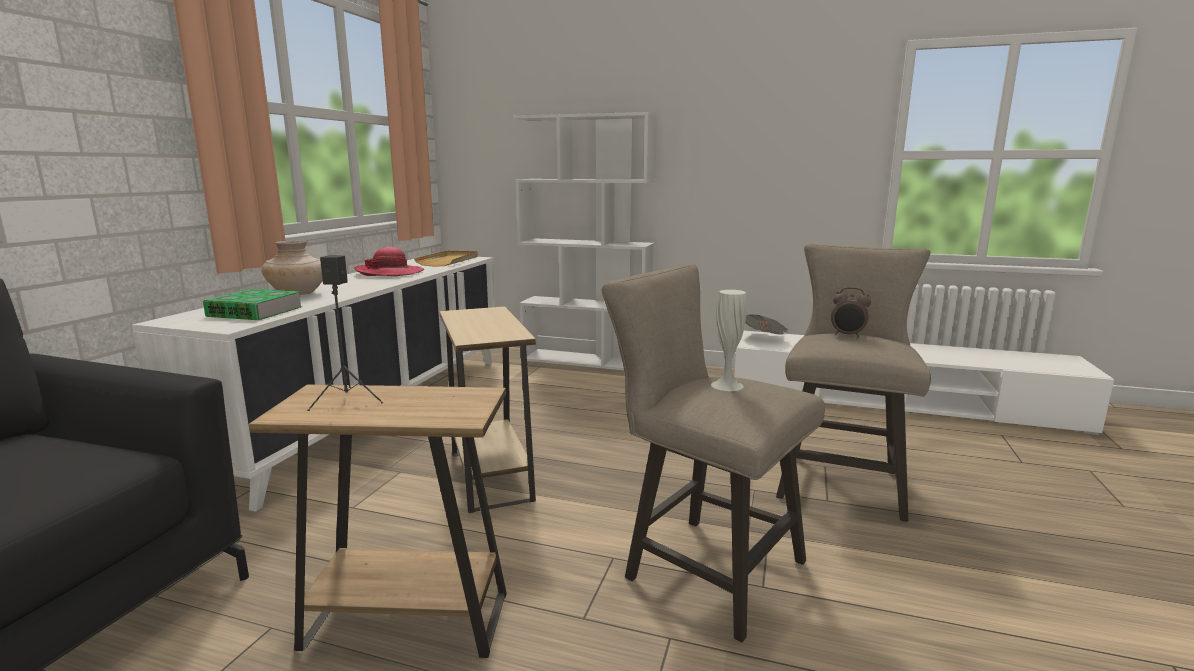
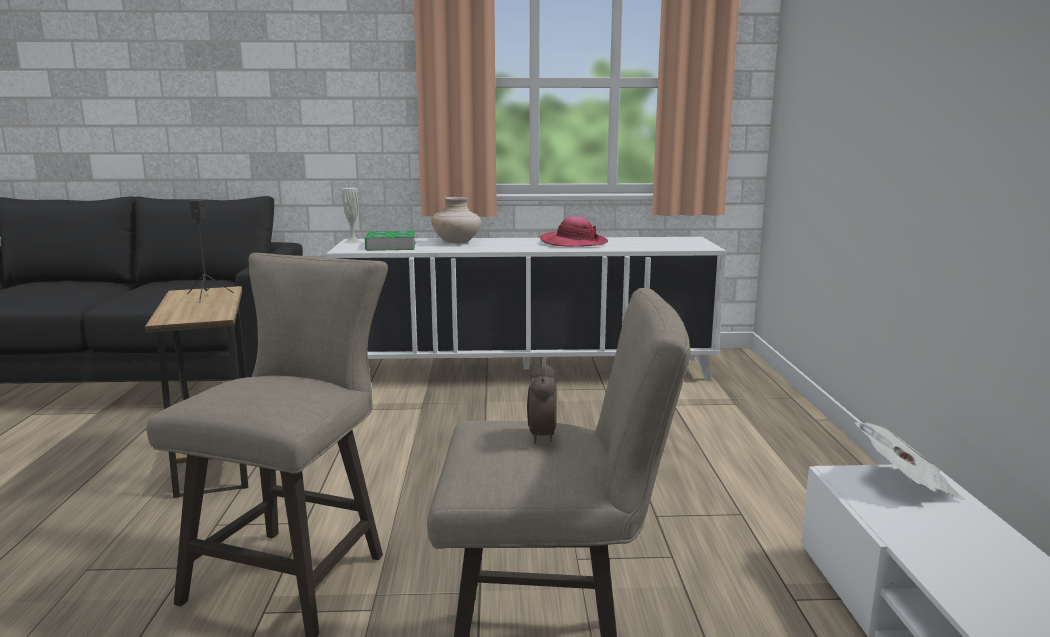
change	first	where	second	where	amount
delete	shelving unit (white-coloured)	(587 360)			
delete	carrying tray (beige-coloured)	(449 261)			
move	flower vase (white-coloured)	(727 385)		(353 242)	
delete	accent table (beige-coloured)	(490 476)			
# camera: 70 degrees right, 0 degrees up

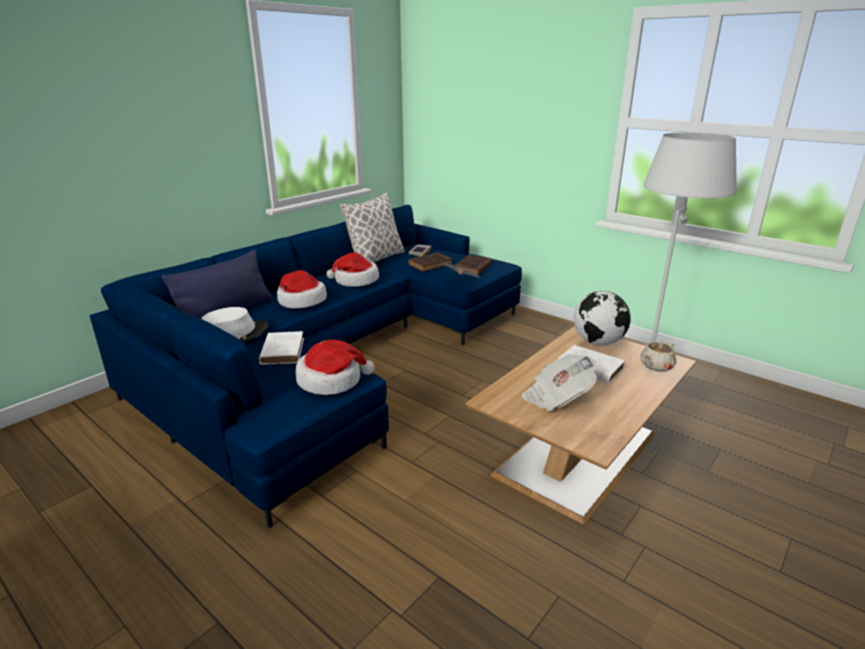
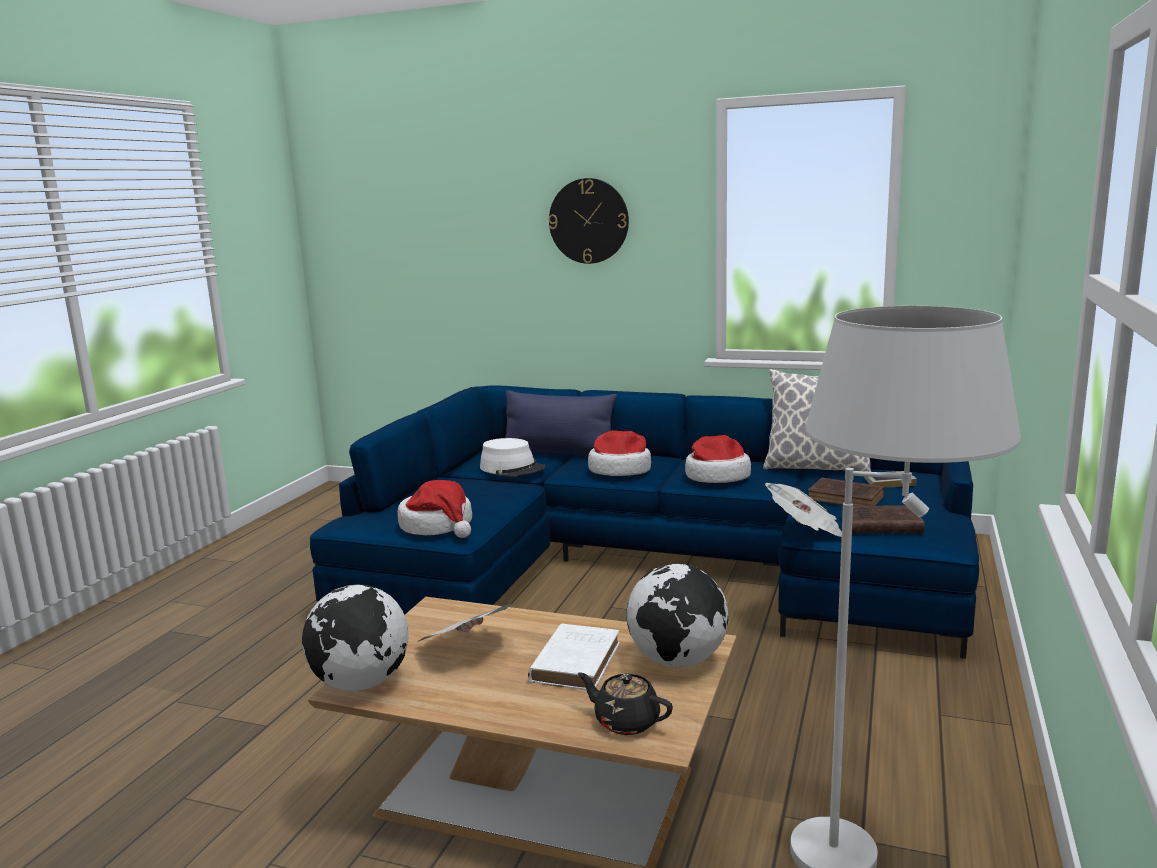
change	first	where	second	where	amount
delete	bound book (white-coloured)	(283 350)			
recolor	teapot (beige-coloured)	(656 366)	teapot (black)	(625 721)	
insert			wall clock	(588 221)	
insert			world globe	(361 684)	
# camera: 70 degrees right, 10 degrees down

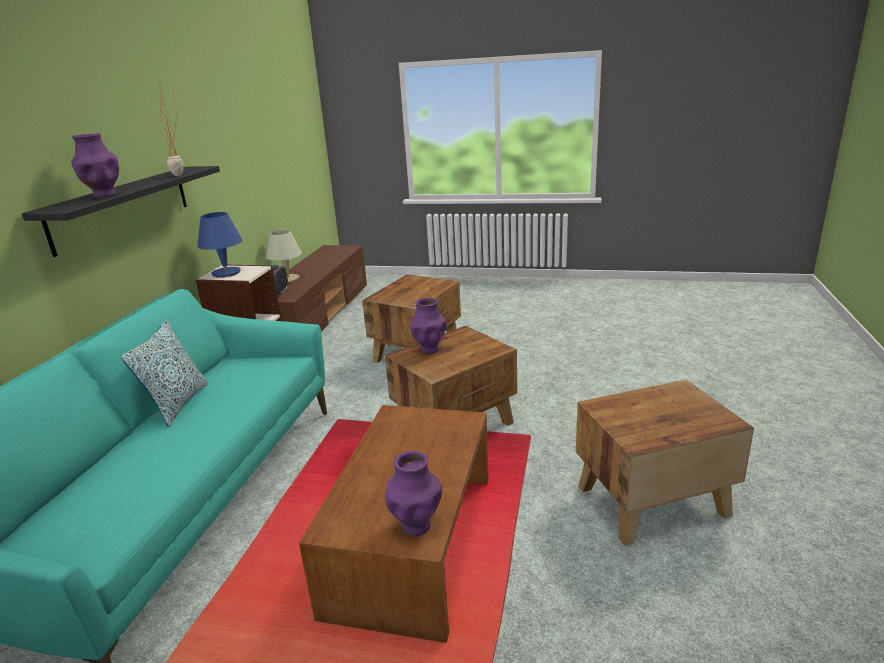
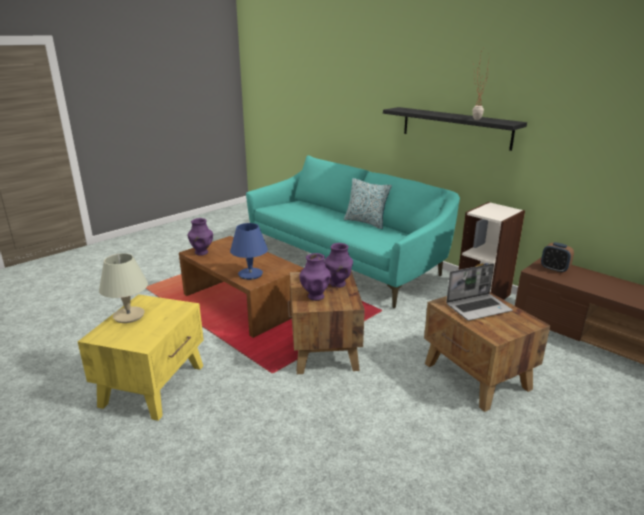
change	first	where	second	where	amount
move	flower vase (purple-coloured)	(104 195)		(315 296)	
move	tabletop lamp (blue-coloured)	(226 273)		(251 274)	
move	tabletop lamp (beige-coloured)	(288 279)		(128 315)	
recolor	accent table (brown)	(650 500)	accent table (yellowish)	(154 384)	
insert			portable computer	(478 308)	
# camera: 120 degrees right, 0 degrees up

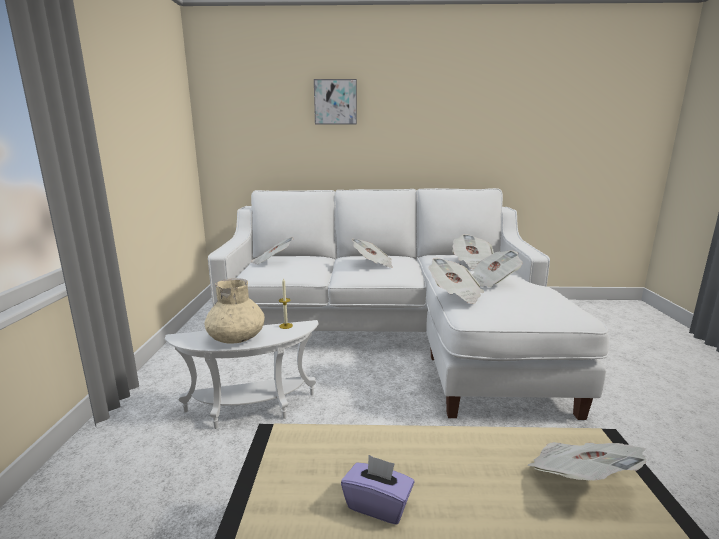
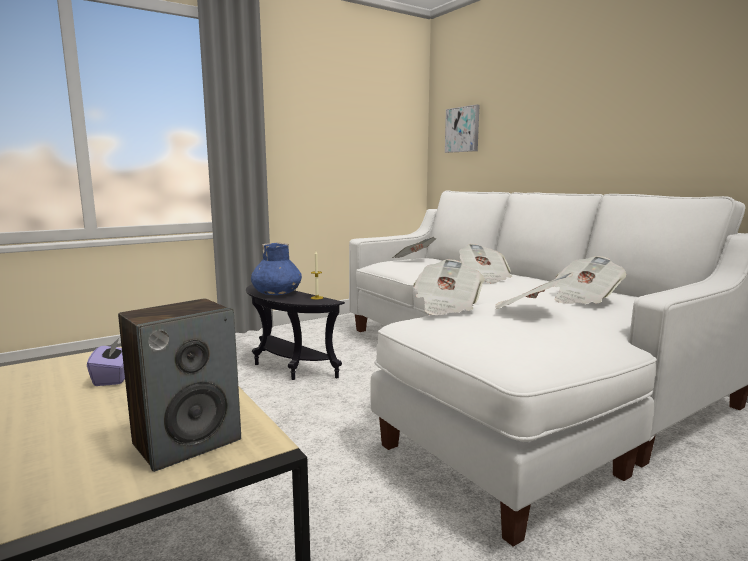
change	first	where	second	where	amount
move	wall picture	(335 102)		(463 129)	
recolor	flower vase (beige-coloured)	(237 338)	flower vase (blue-coloured)	(277 293)	
recolor	accent table (white-coloured)	(251 411)	accent table (black)	(287 367)	
replace	printed paper	(578 479)	loudspeaker	(187 442)	
# camera: 55 degrees right, 5 degrees down

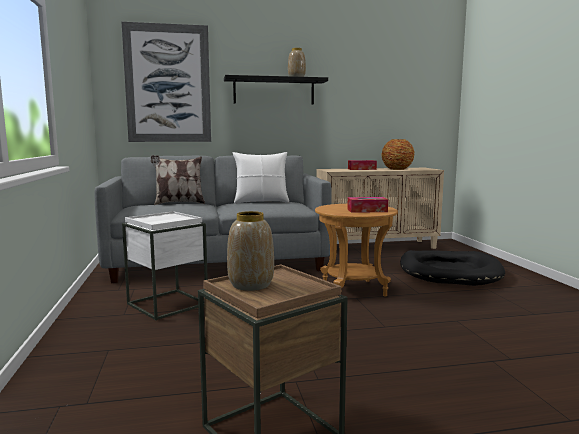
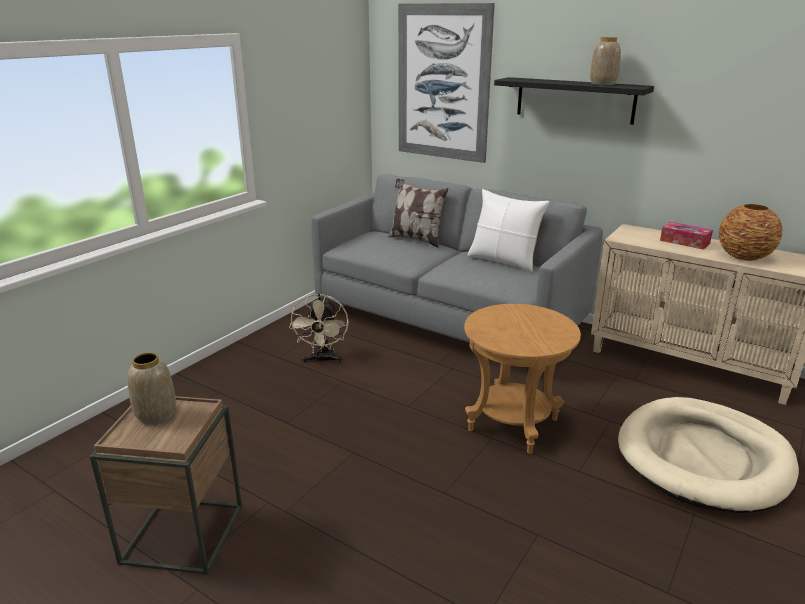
change	first	where	second	where	amount
delete	tissue holder	(367 210)			
replace	accent table (white-coloured)	(167 304)	cooling fan (beige-coloured)	(322 360)	
recolor	dog bed (black)	(449 272)	dog bed (beige-coloured)	(703 458)	
# camera: 45 degrees right, 15 degrees up

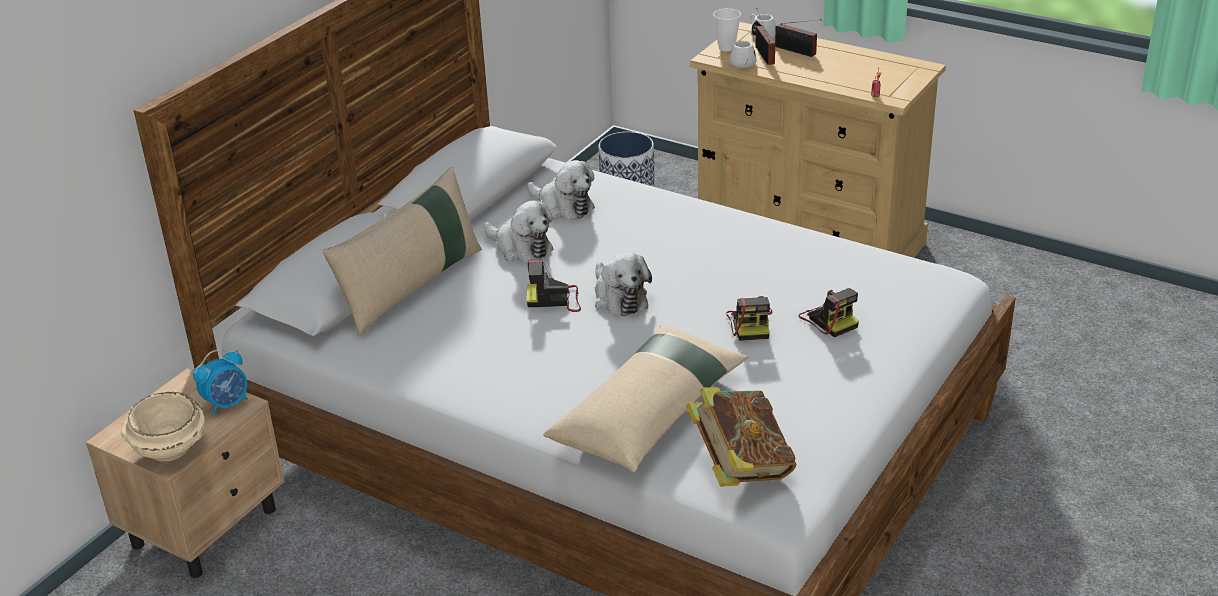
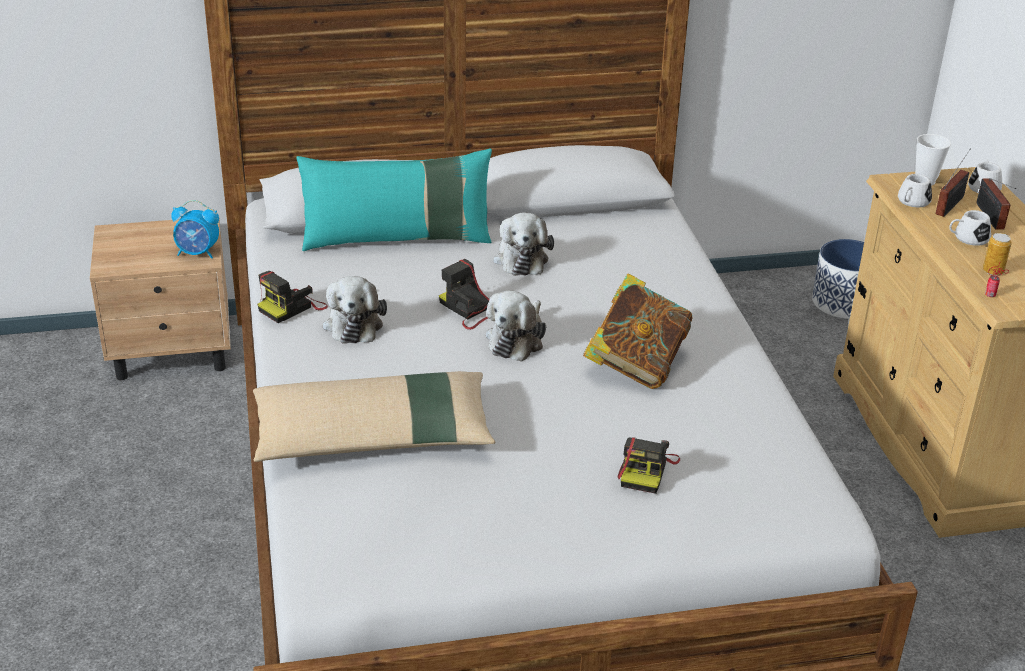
change	first	where	second	where	amount
move	cuddly toy	(563 206)		(353 324)	
recolor	cushion (beige-coloured)	(411 287)	cushion (turquoise)	(398 239)	
move	still camera	(751 324)		(292 307)	
move	bound book	(740 467)		(636 365)	
delete	deep dish (beige-coloured)	(170 448)			
insert			tea mug (white-coloured)	(967 238)	
insert			sealed can	(993 271)	
# camera: 45 degrees right, 0 degrees up

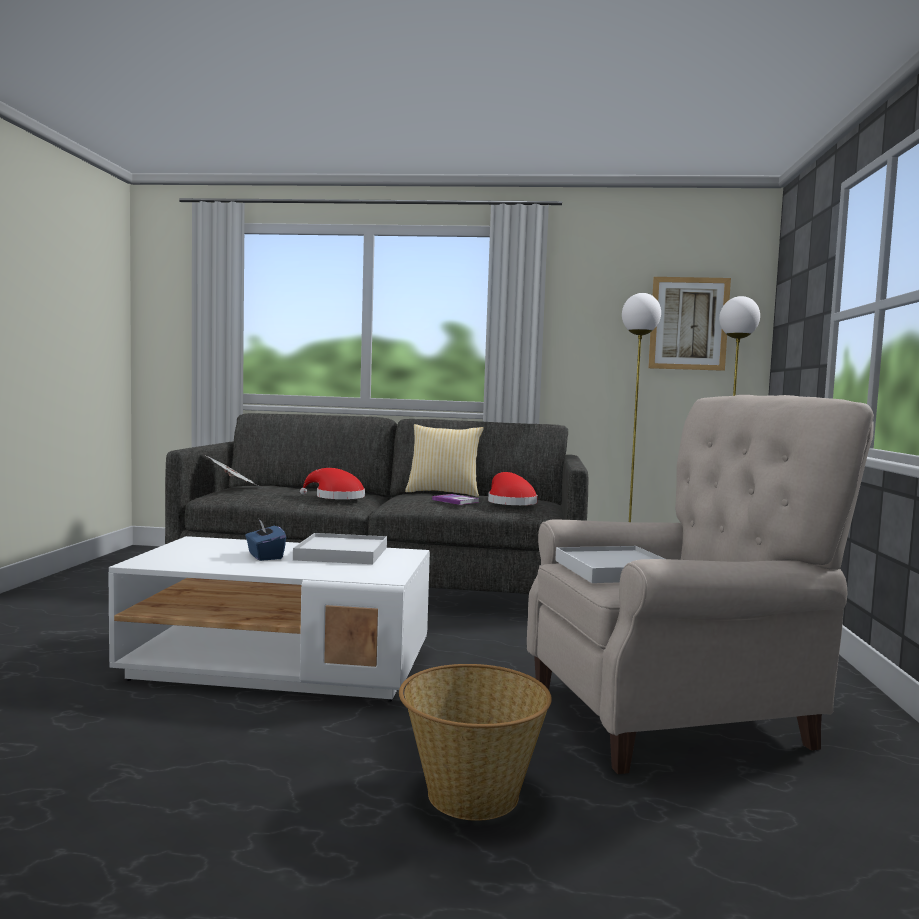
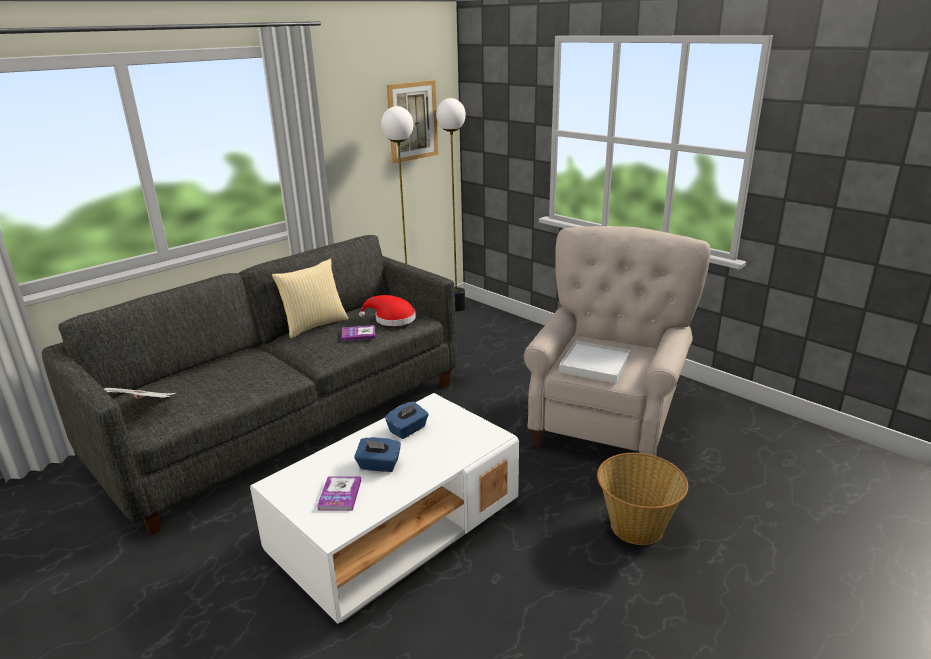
change	first	where	second	where	amount
delete	hat (red-coloured)	(336 497)			
replace	carrying tray (white-coloured)	(342 553)	tissue holder (blue-coloured)	(408 430)	
insert			bound book	(340 494)	
# camera: 50 degrees left, 20 degrees up

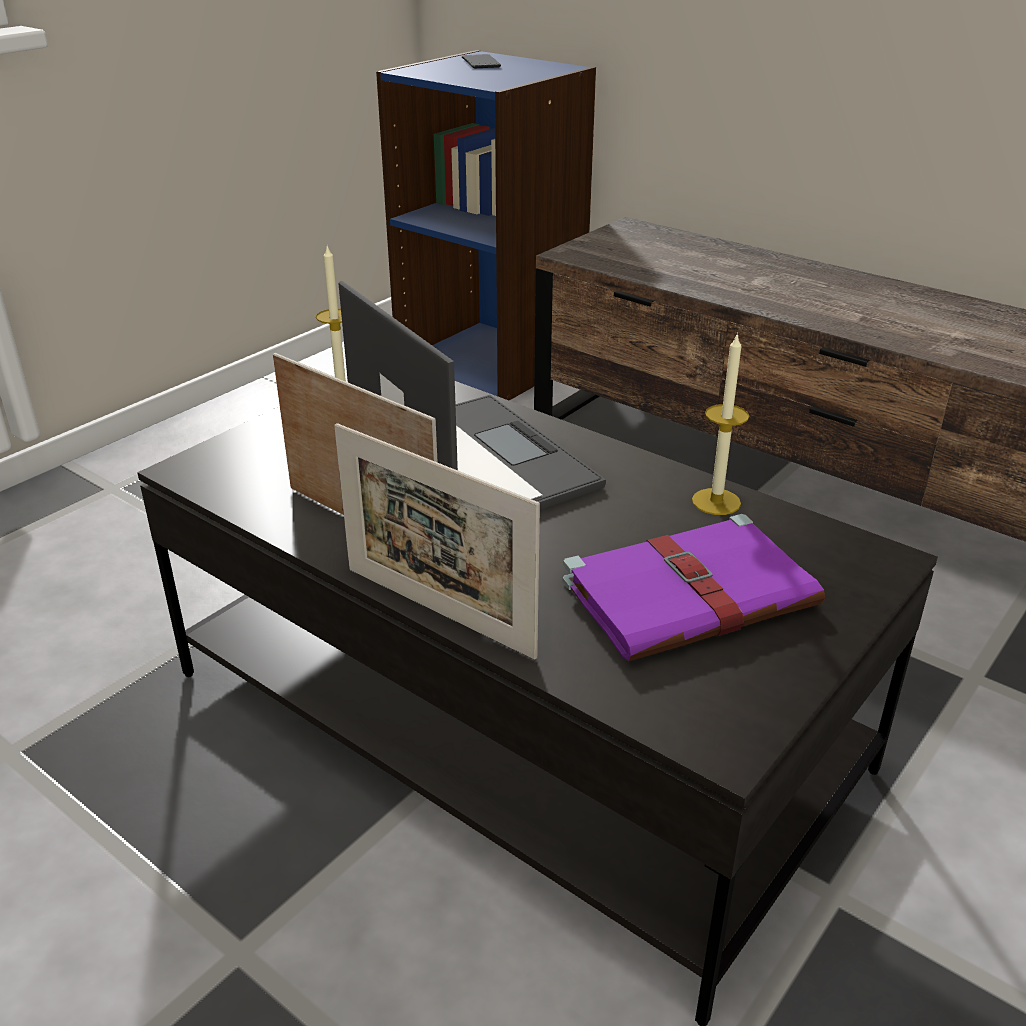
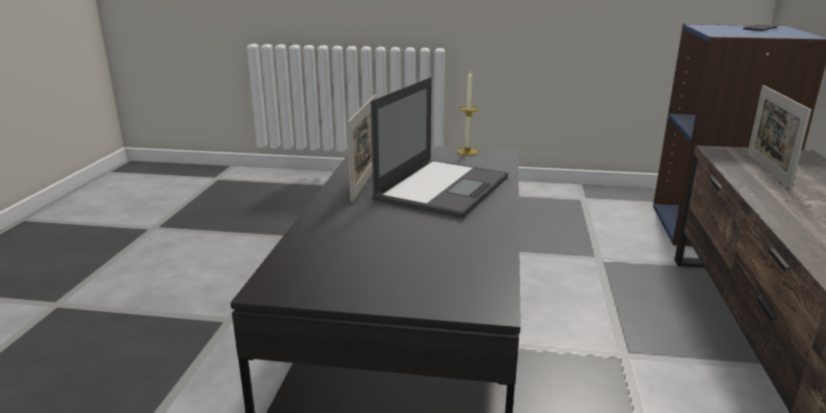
change	first	where	second	where	amount
delete	wax light	(716 502)			
move	standing frame	(438 611)		(767 170)	
delete	bound book (purple-coloured)	(693 593)			
# camera: 60 degrees right, 10 degrees down

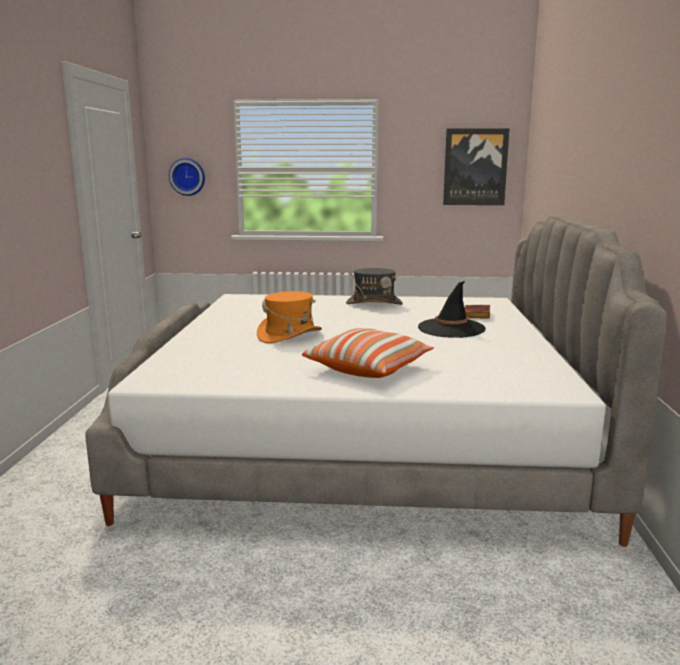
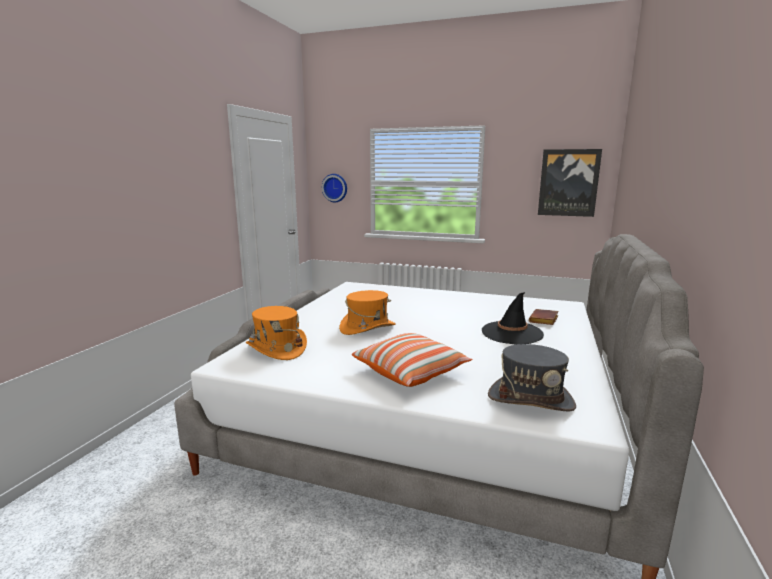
change	first	where	second	where	amount
move	hat (gray)	(374 303)		(530 399)	
insert			hat (orangey)	(276 349)	
# camera: 15 degrees right, 0 degrees up

